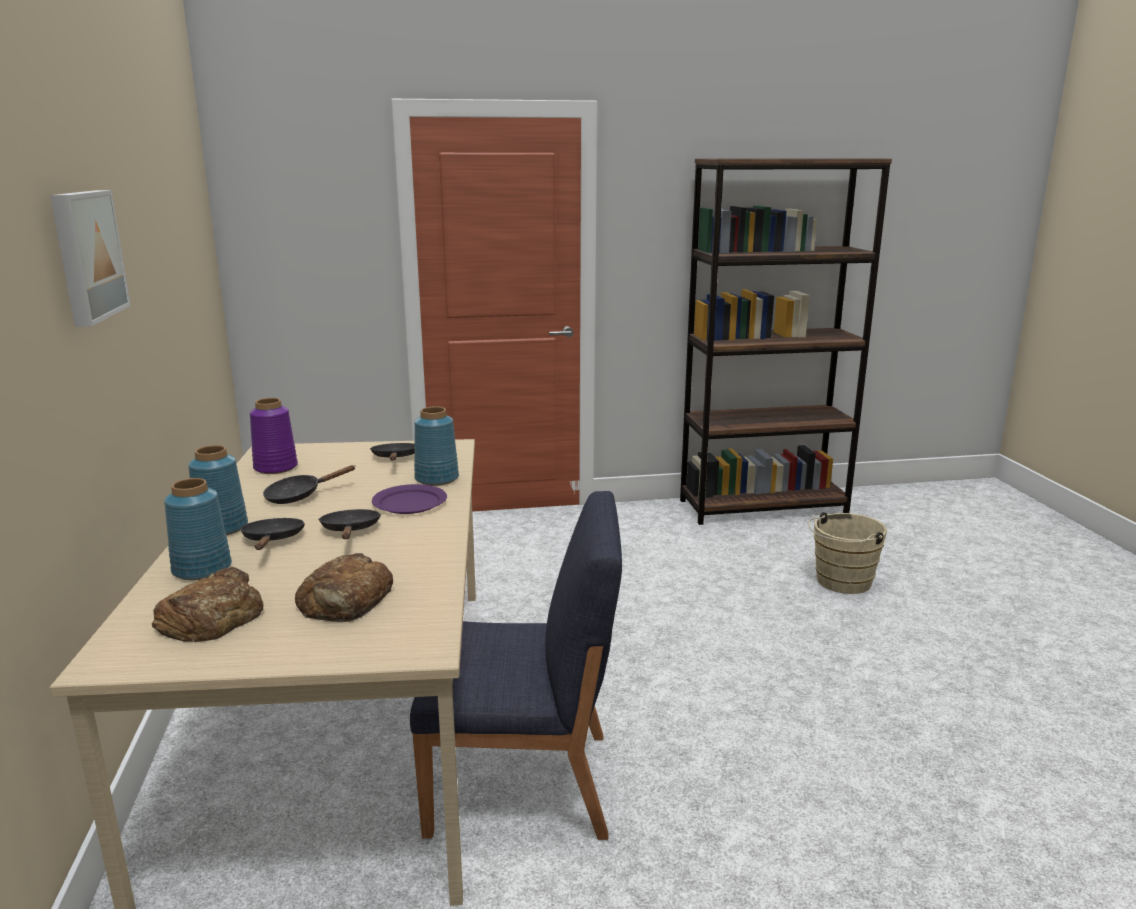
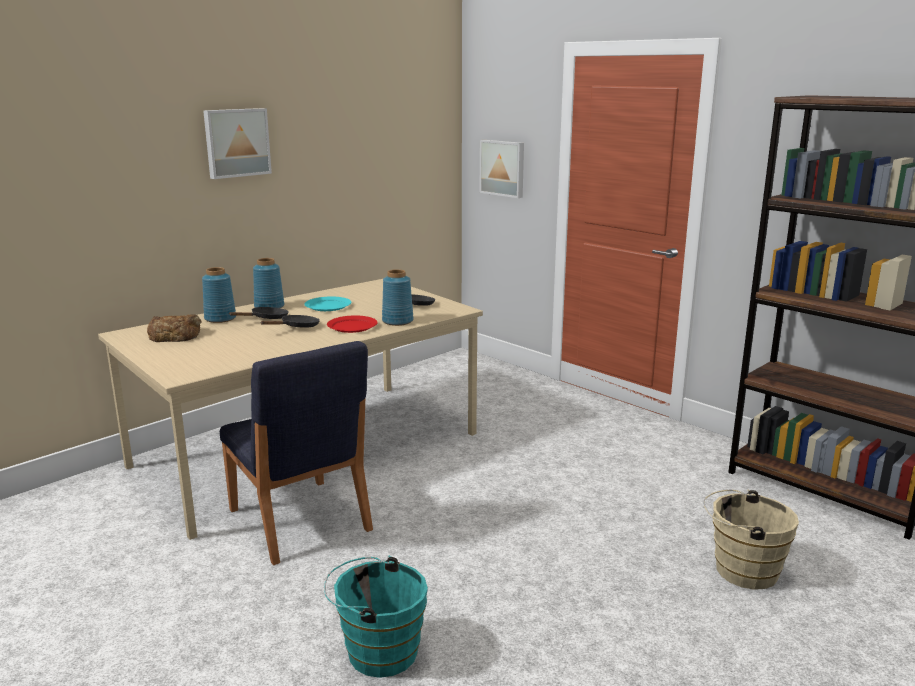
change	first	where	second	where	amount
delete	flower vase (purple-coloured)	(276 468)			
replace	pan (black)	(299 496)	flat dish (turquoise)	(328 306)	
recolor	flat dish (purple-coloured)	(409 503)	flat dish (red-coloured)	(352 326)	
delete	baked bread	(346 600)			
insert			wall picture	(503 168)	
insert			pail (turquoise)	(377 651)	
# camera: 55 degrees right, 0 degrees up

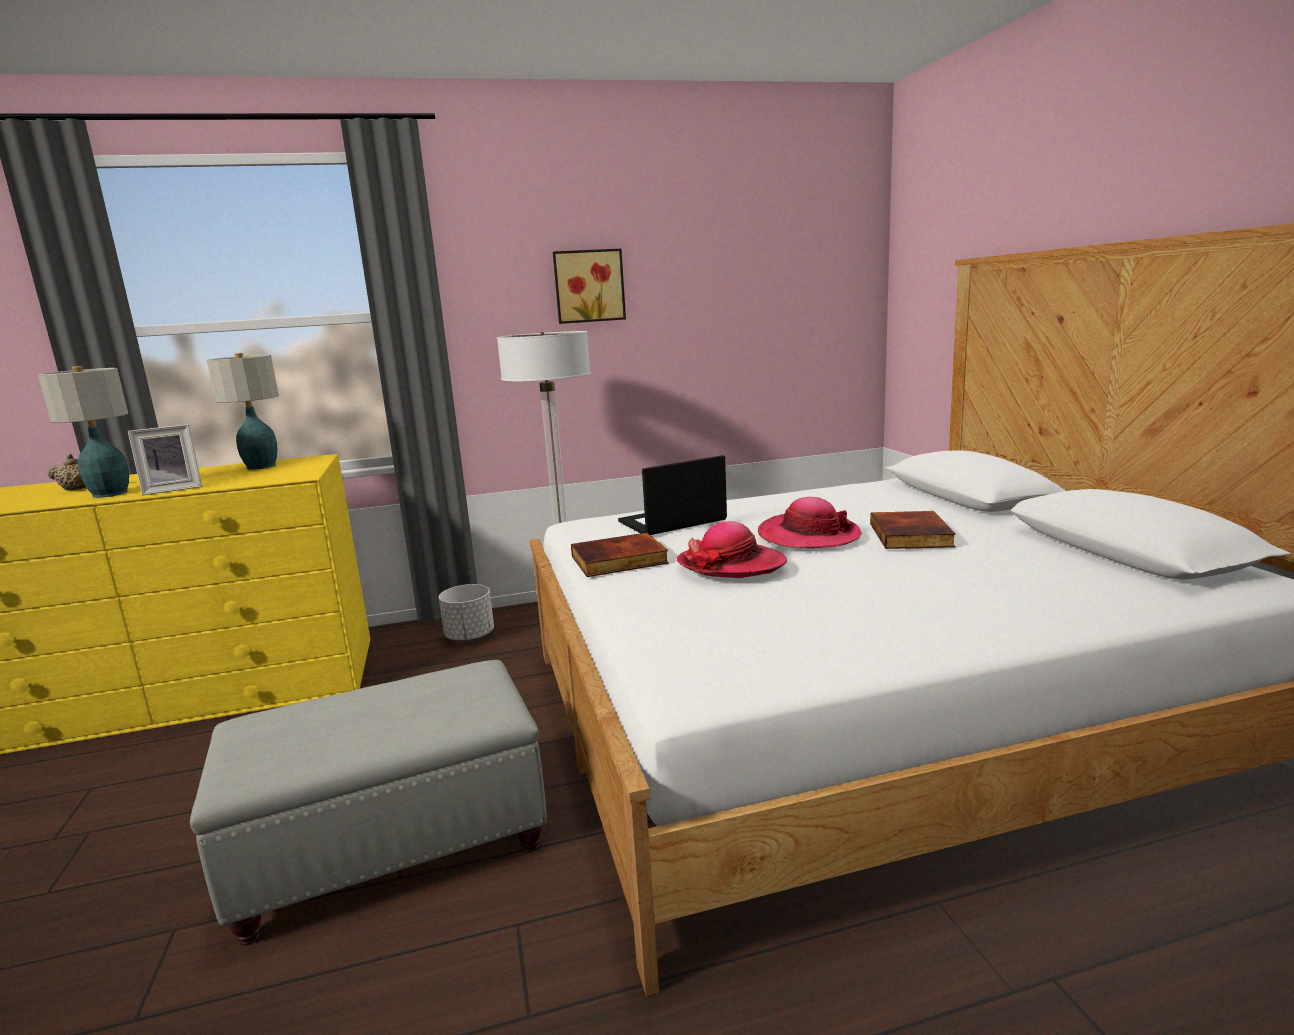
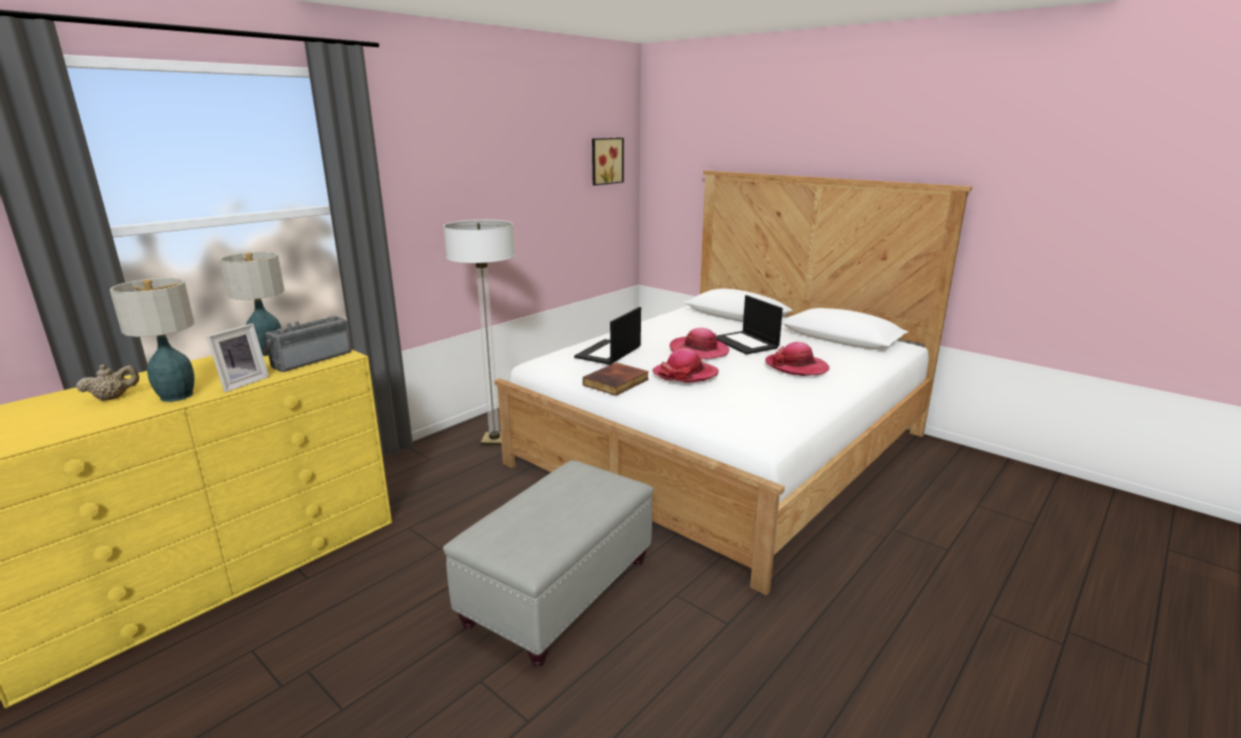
change	first	where	second	where	amount
move	wall picture	(589 286)		(605 161)	
replace	bound book	(912 535)	portable computer	(746 343)	
delete	plant pot (white-coloured)	(469 637)			
insert			radio set	(310 359)	
insert			hat	(796 367)	
# camera: 35 degrees left, 5 degrees up

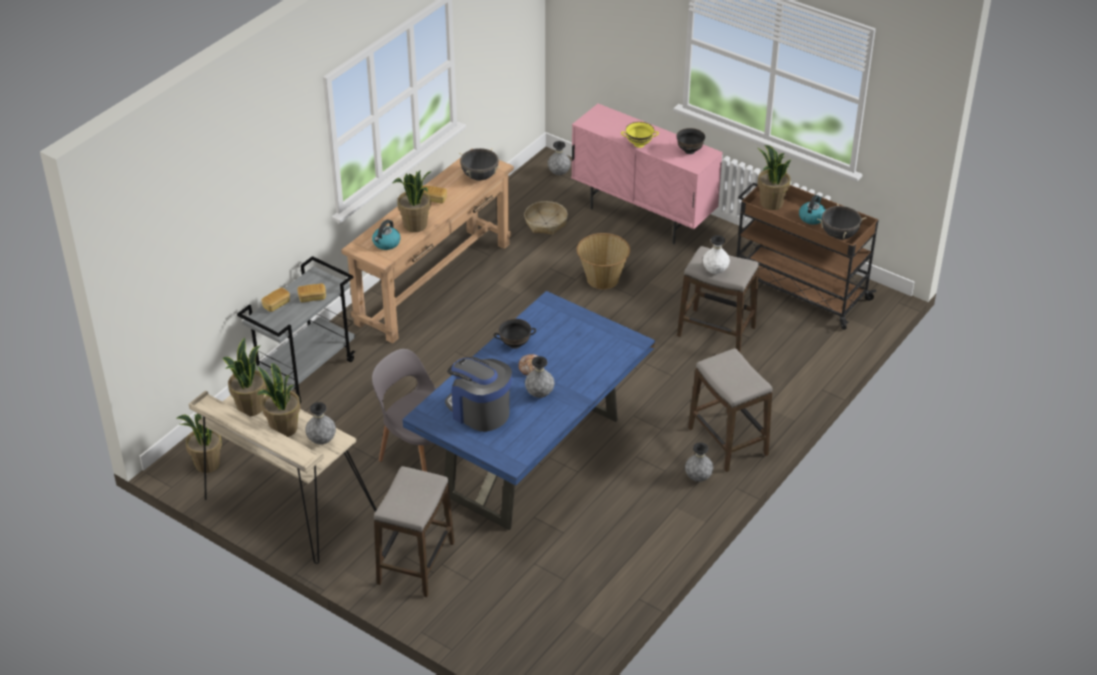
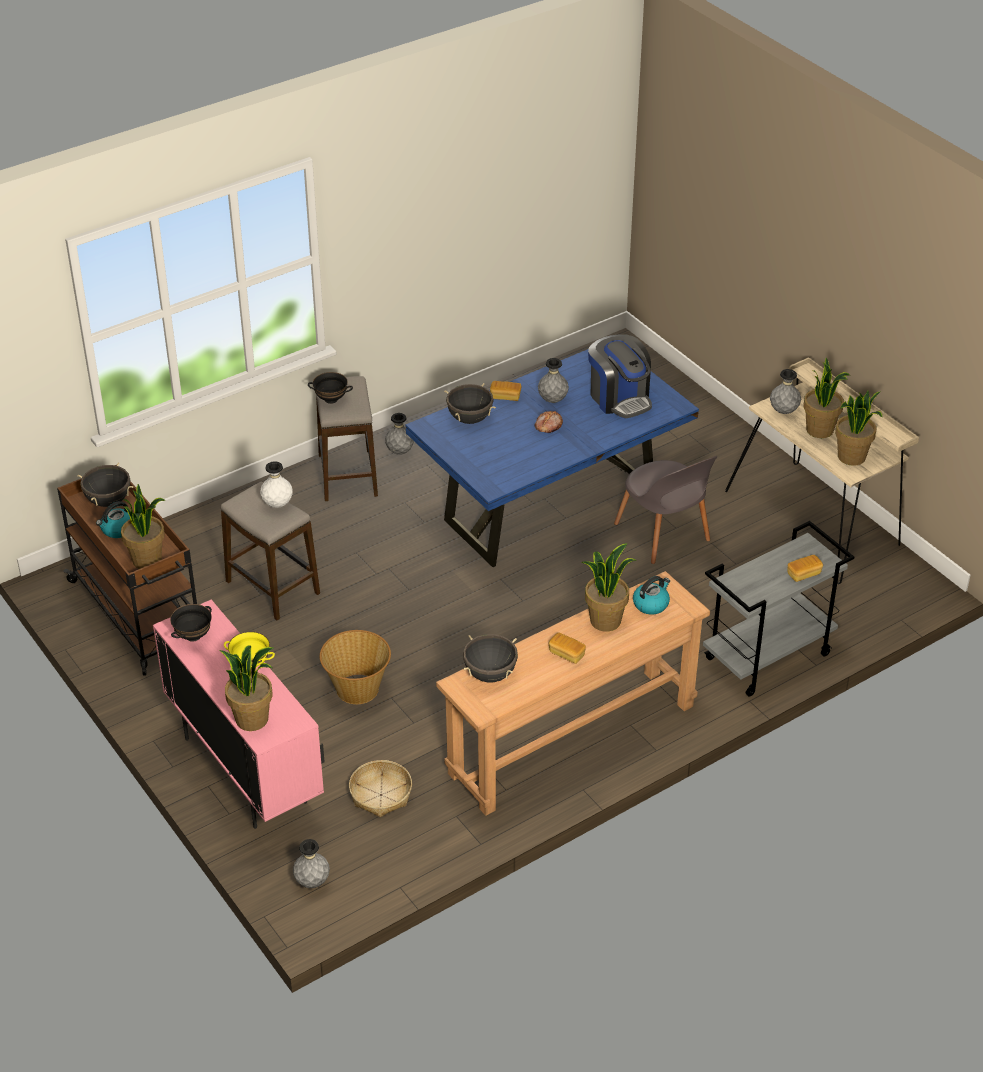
change	first	where	second	where	amount
move	baked bread	(312 298)		(505 396)	
move	deep dish (black)	(515 344)		(331 400)	
move	houseplant	(207 464)		(252 719)	
delete	sitting stool	(415 563)			
insert			cooking pot (black)	(470 419)	
# camera: 160 degrees left, 0 degrees up

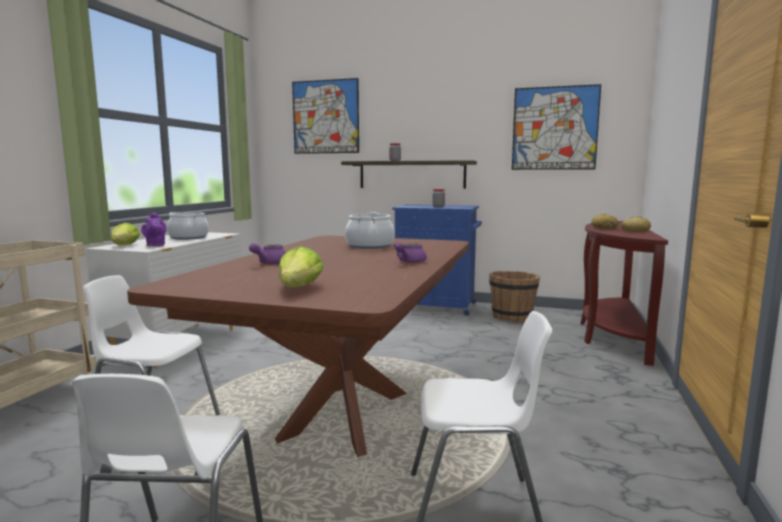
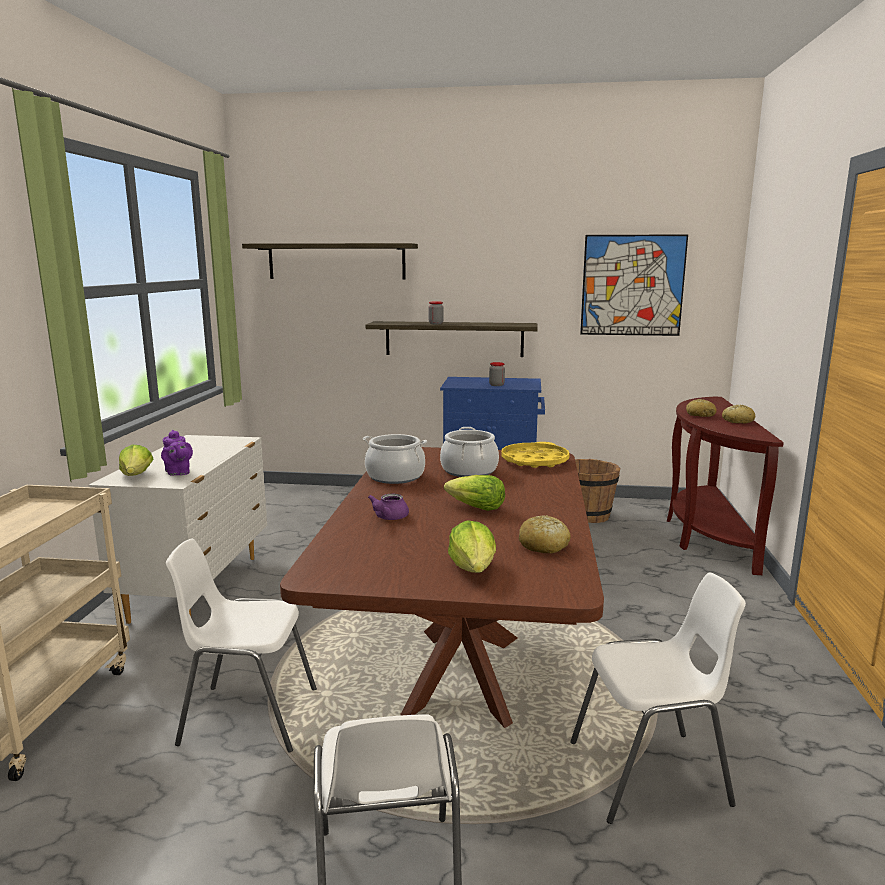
change	first	where	second	where	amount
replace	wall picture	(325 117)	wall shelf	(336 261)	
move	cooking pot	(188 237)		(395 476)	
delete	teapot (purple-coloured)	(409 262)			
insert			carrying tray (yellowish)	(534 461)	
insert			lettuce head	(475 508)	
insert			baked bread	(543 546)	
# camera: 10 degrees left, 5 degrees up

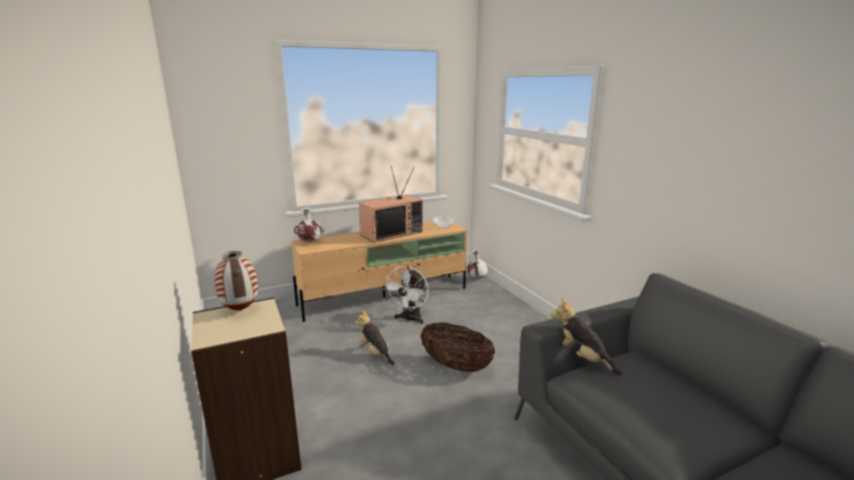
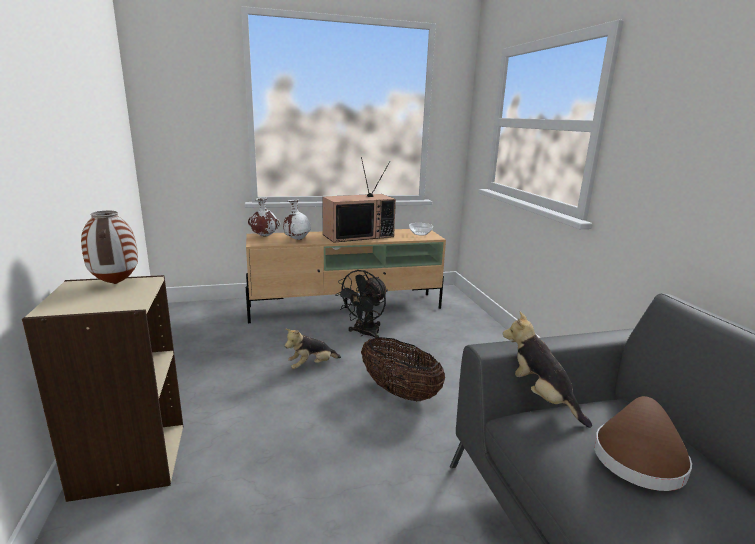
change	first	where	second	where	amount
move	flower vase (white-coloured)	(476 278)		(297 239)	
recolor	cooling fan (white-coloured)	(409 319)	cooling fan (black)	(364 334)	
rotate	cuddly toy	(375 353)		(311 366)	90 degrees counterclockwise
insert			hat (brown)	(638 456)	
# camera: 10 degrees right, 0 degrees up

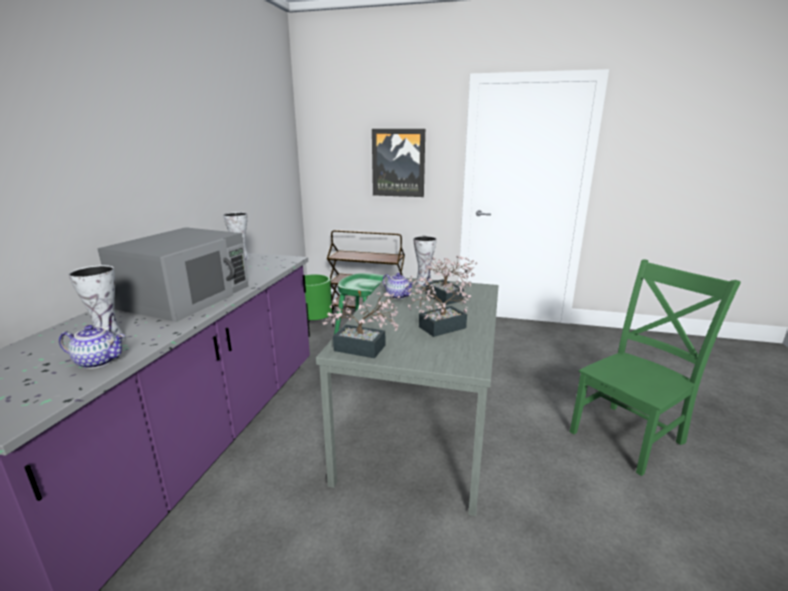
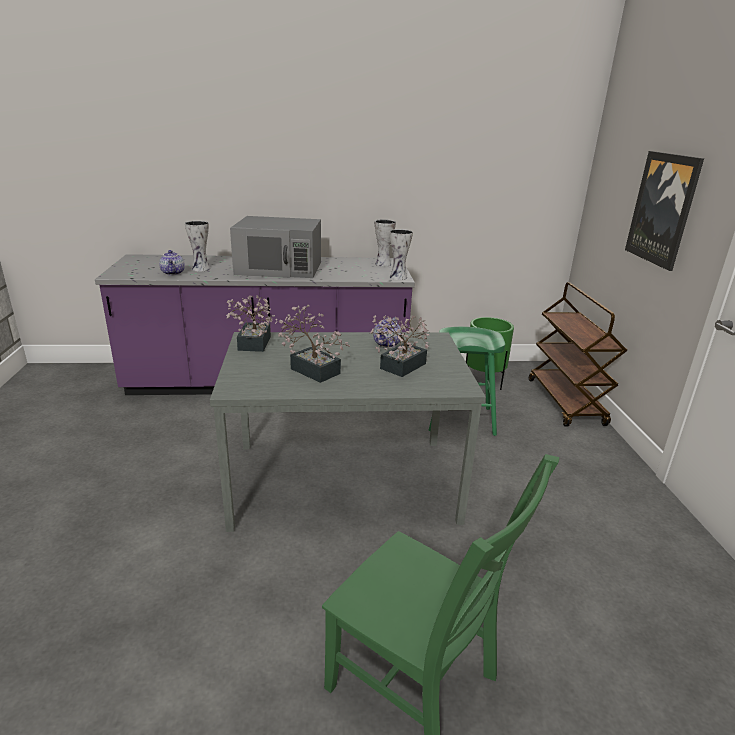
change	first	where	second	where	amount
move	flower vase	(424 282)		(399 277)	
# camera: 70 degrees right, 5 degrees up

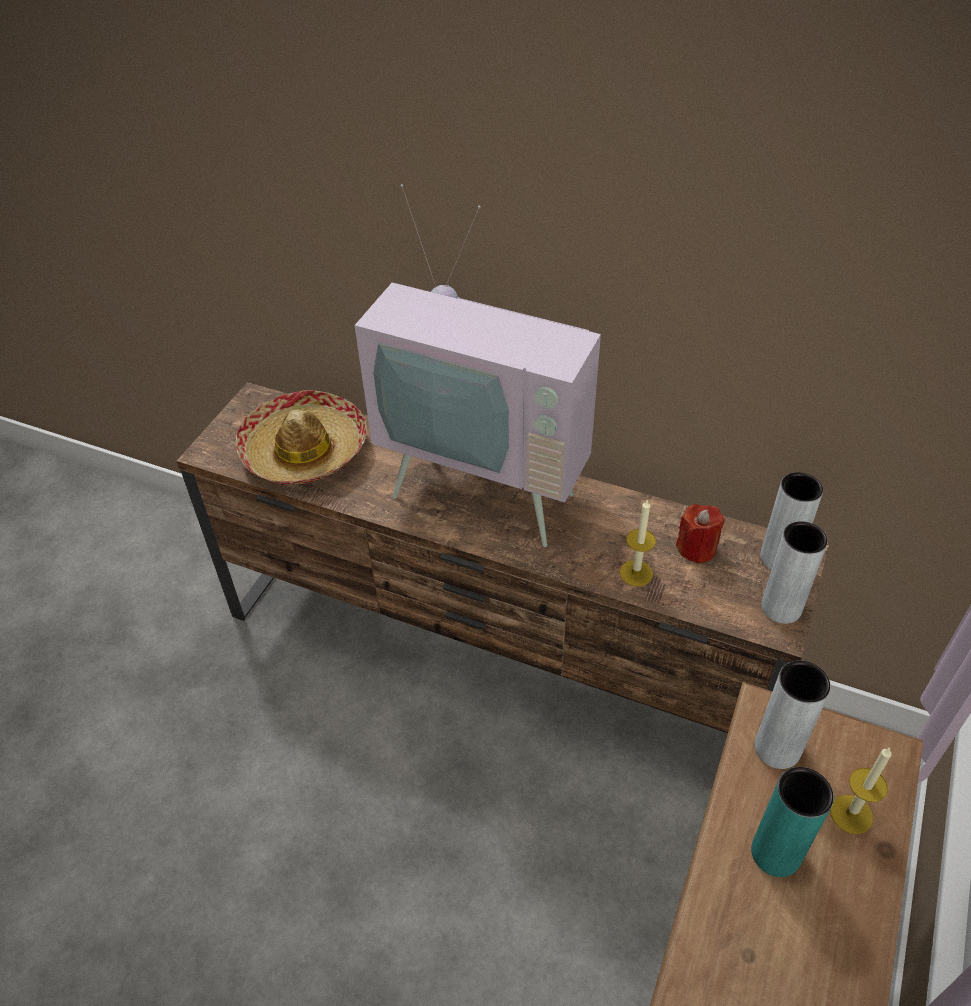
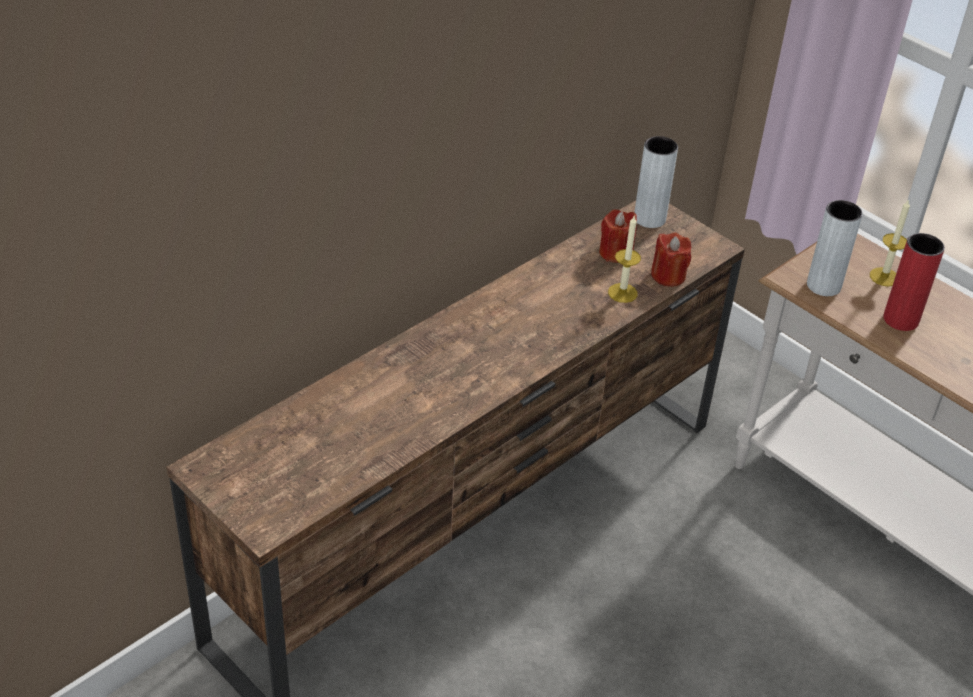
change	first	where	second	where	amount
delete	TV set	(490 485)			
delete	hat	(304 450)			
delete	flower vase (gray)	(781 608)			
recolor	flower vase (turquoise)	(776 853)	flower vase (red-coloured)	(900 319)	
insert			wax light (red-coloured)	(668 276)	
# camera: 70 degrees left, 5 degrees down

